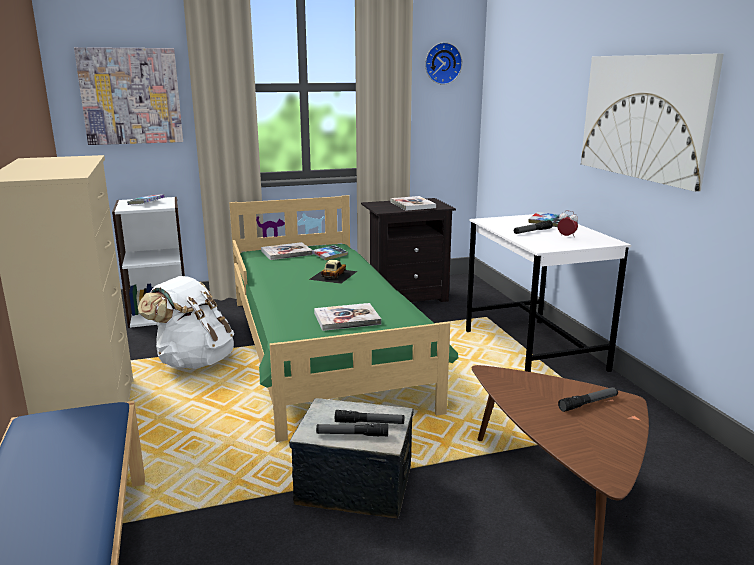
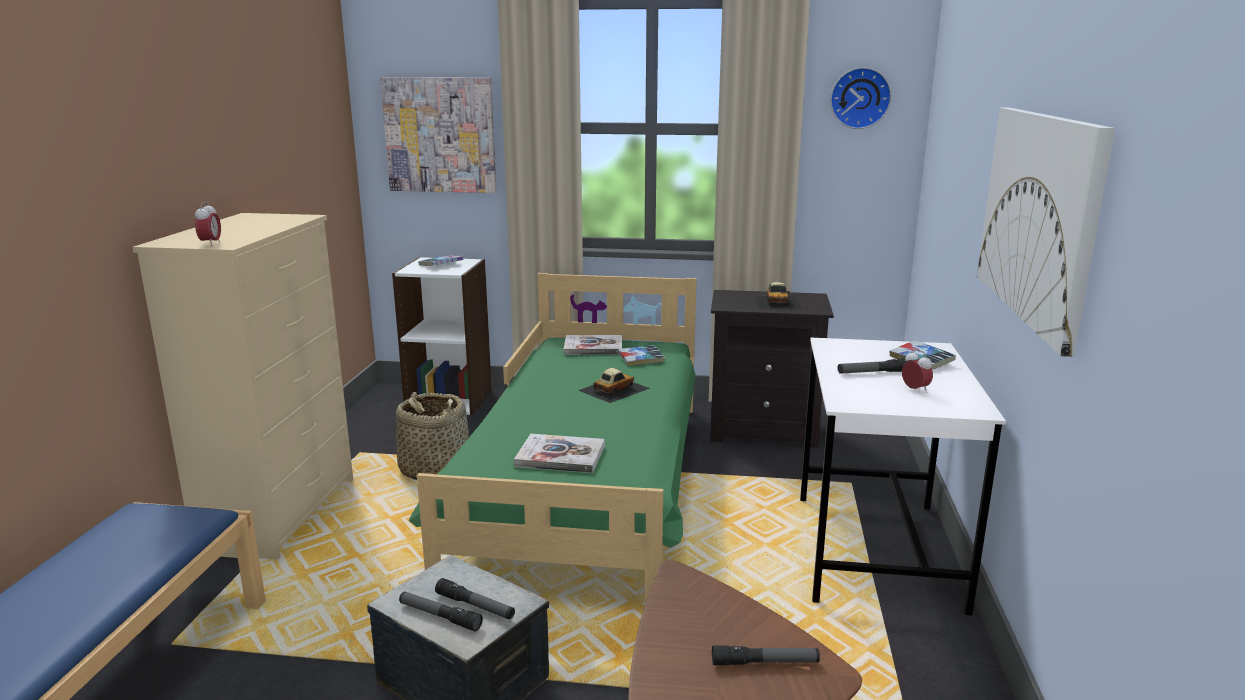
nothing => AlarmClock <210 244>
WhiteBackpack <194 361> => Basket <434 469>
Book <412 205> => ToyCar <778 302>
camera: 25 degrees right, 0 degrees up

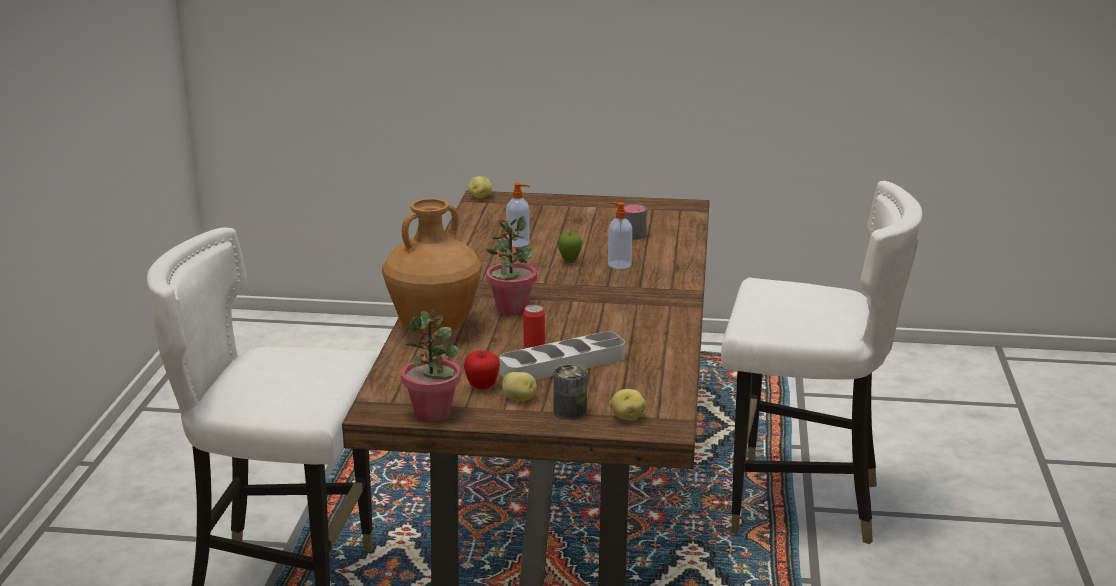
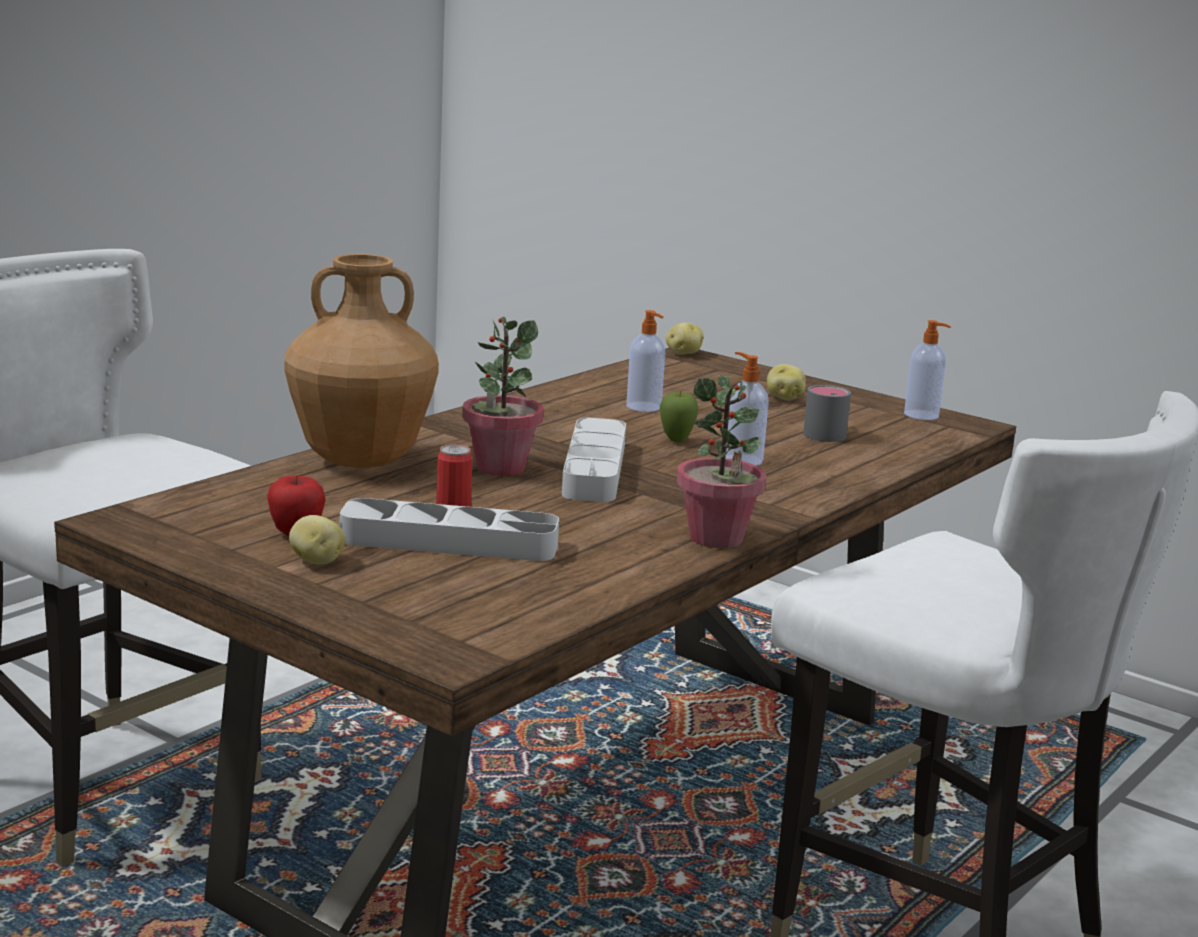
Can <570 411> => nothing
nothing => GreyTray <594 469>
nothing => SoapDispenser <922 415>
PottedPlant <433 413> => PottedPlant <717 538>, moved
Potato <627 417> => Potato <784 398>, moved
camera: 30 degrees right, 5 degrees down

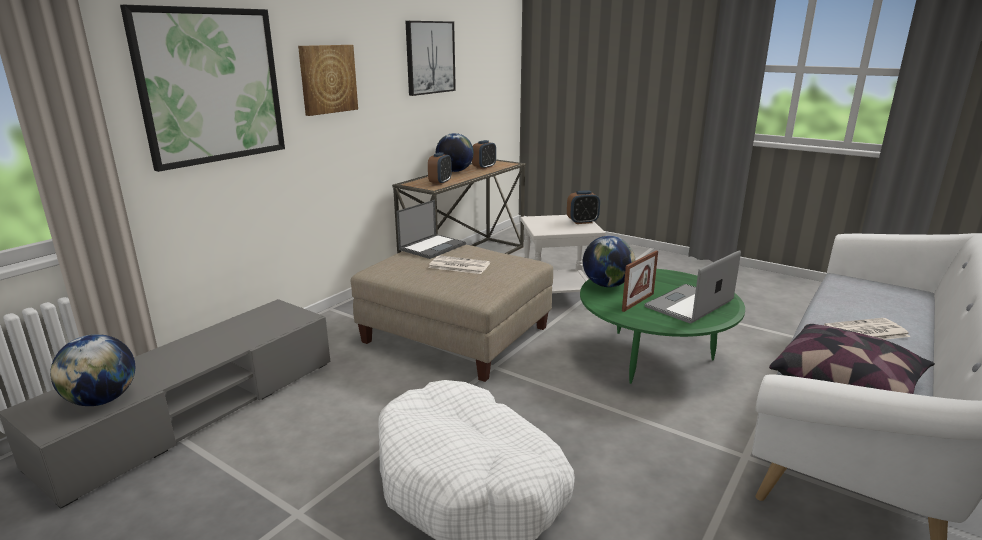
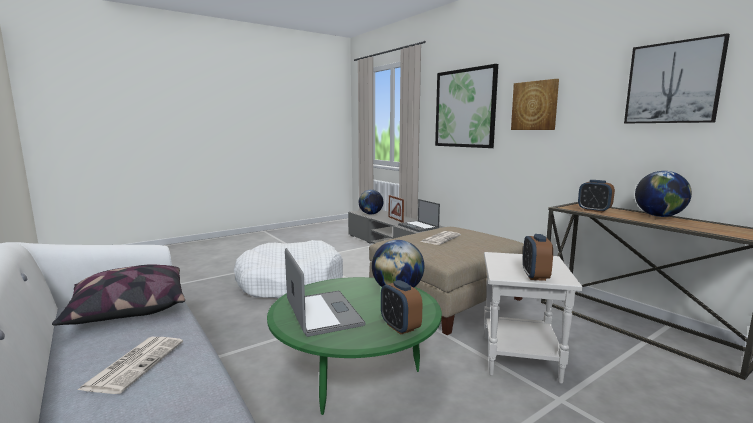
Laptop <433 246> => Laptop <418 227>, moved
AlarmClock <484 167> => AlarmClock <400 327>, moved
PictureFrame <638 302> => PictureFrame <395 219>, moved
camera: 110 degrees right, 10 degrees down

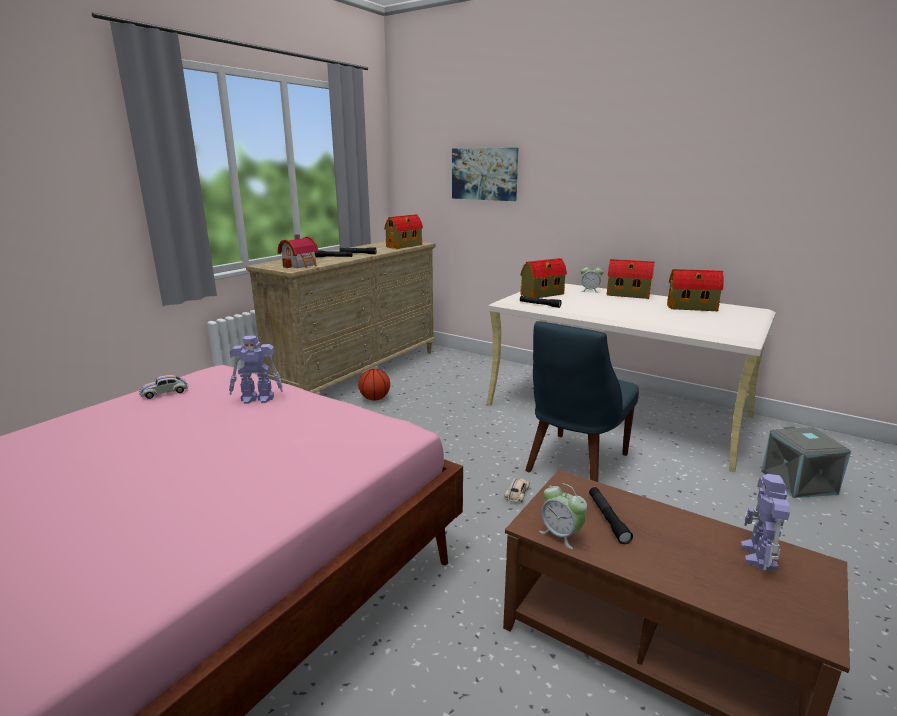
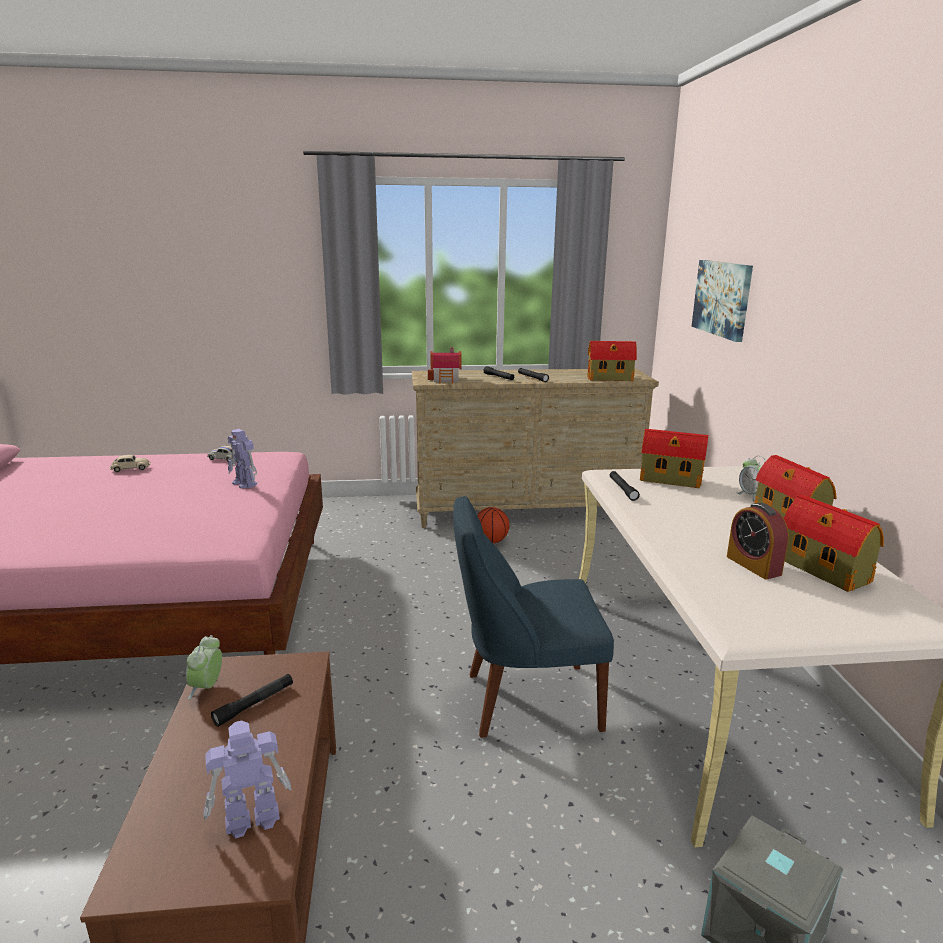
nothing => AlarmClock <753 565>
BeigeToyCar <517 493> => BeigeToyCar <130 468>, moved
camera: 50 degrees right, 0 degrees up

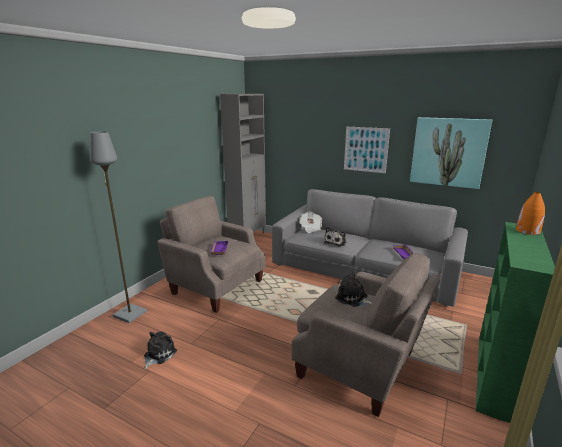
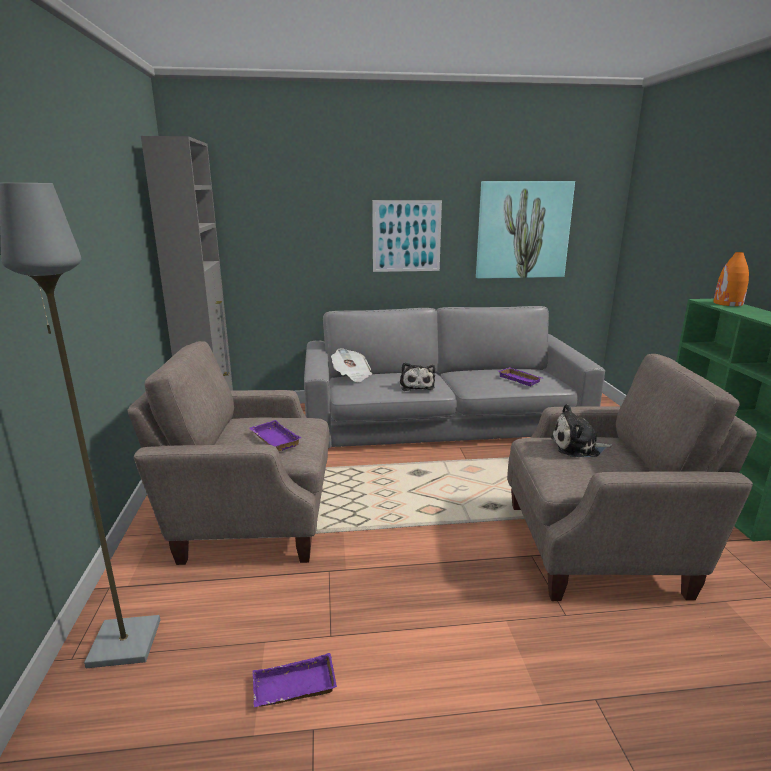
PlushToy <158 354> => PurpleTray <293 689>
camera: 35 degrees left, 0 degrees up

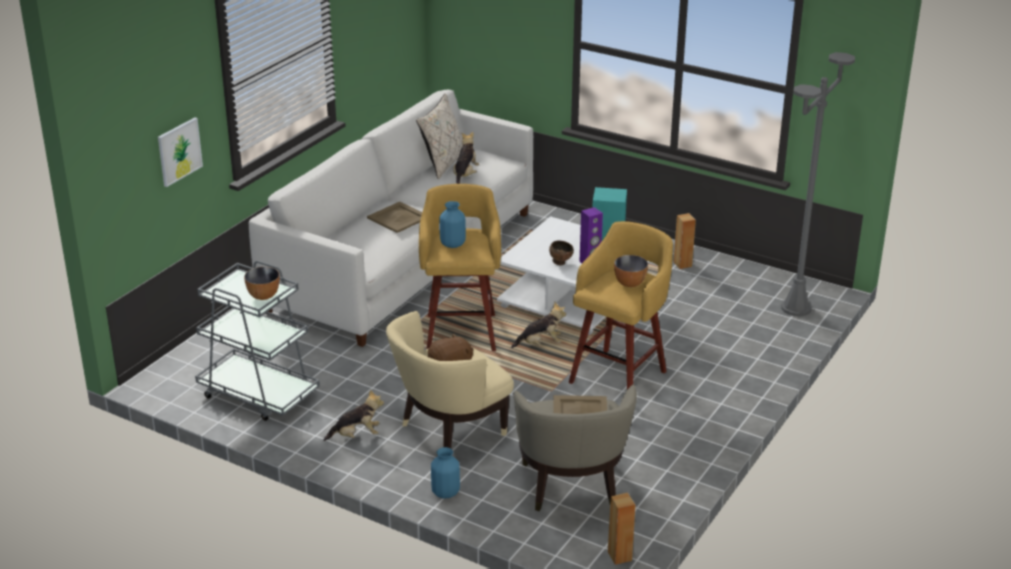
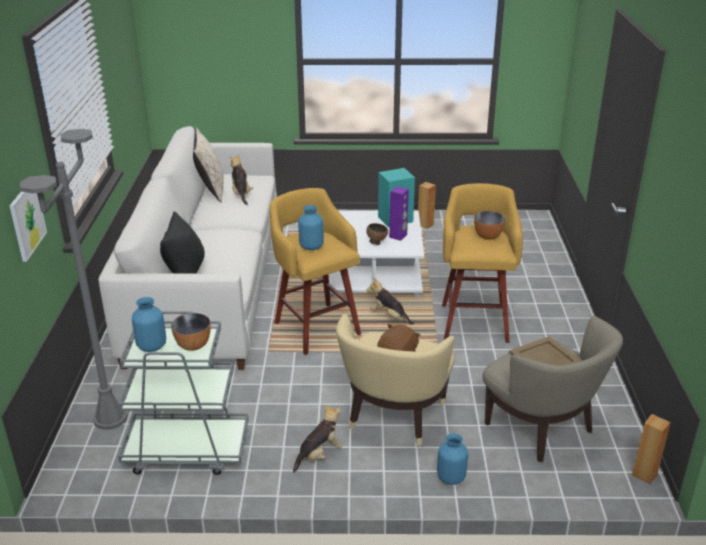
BeigeTray <397 218> => nothing
nothing => BlueVase <151 346>
nothing => BlackPillow <185 272>
GreyFloorLamp <795 308> => GreyFloorLamp <110 418>, moved
PlushToy <540 344> => PlushToy <389 316>, 105 degrees counterclockwise
camera: 30 degrees left, 0 degrees up

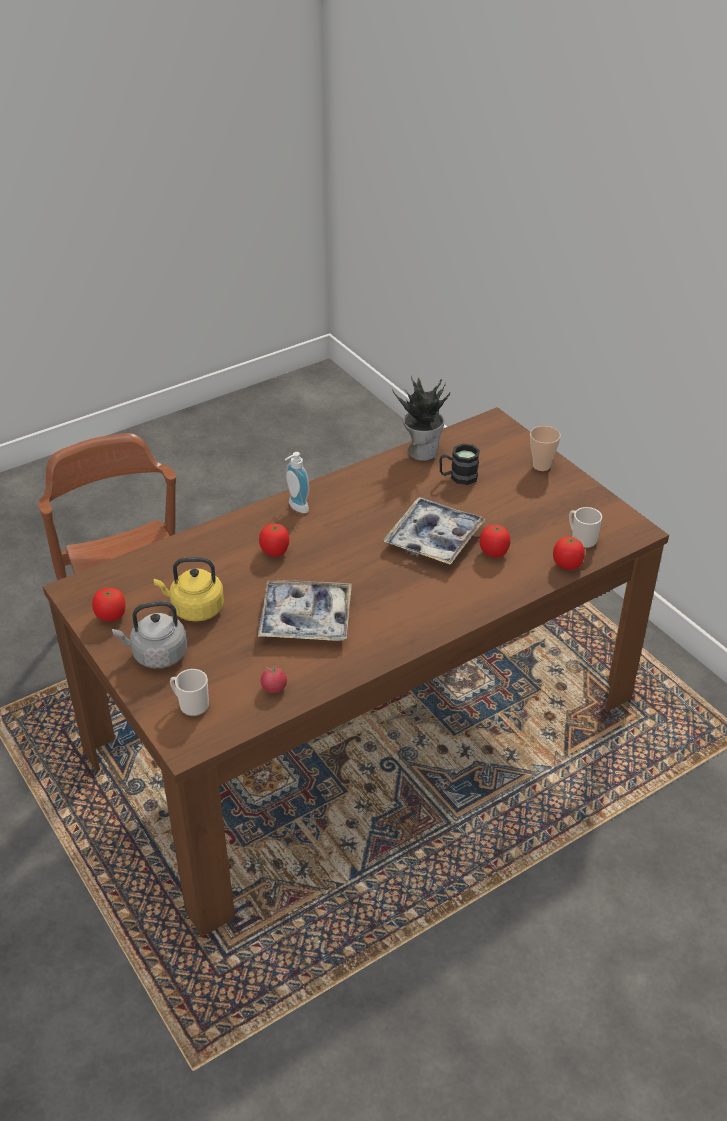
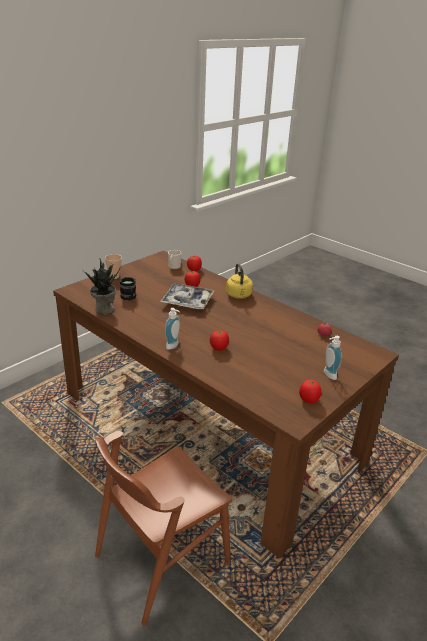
Mug <191 705> => nothing
Tray <305 618> => nothing
YellowKettle <194 609> => YellowKettle <239 295>, moved
GreyKettle <157 655> => SoapDispenser <328 375>
camera: 105 degrees left, 10 degrees down

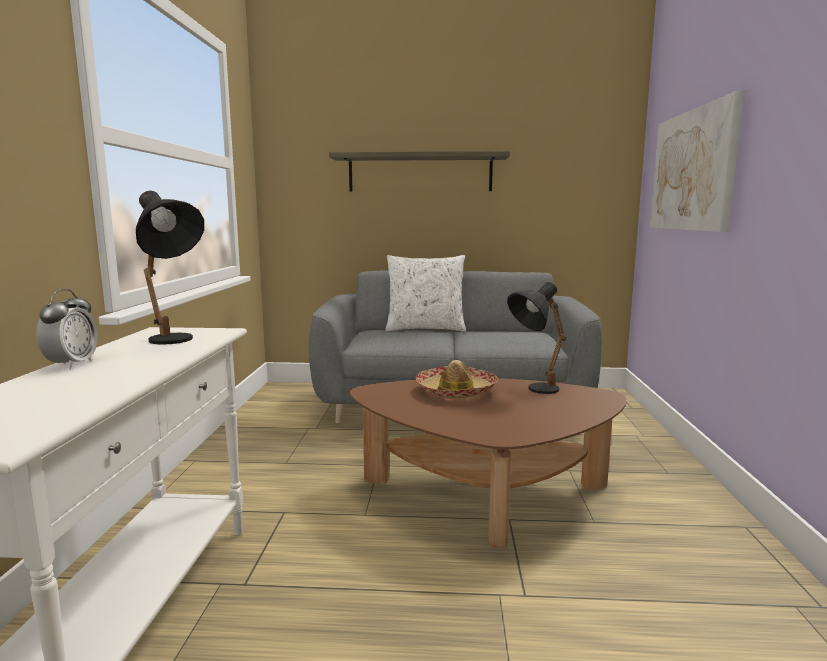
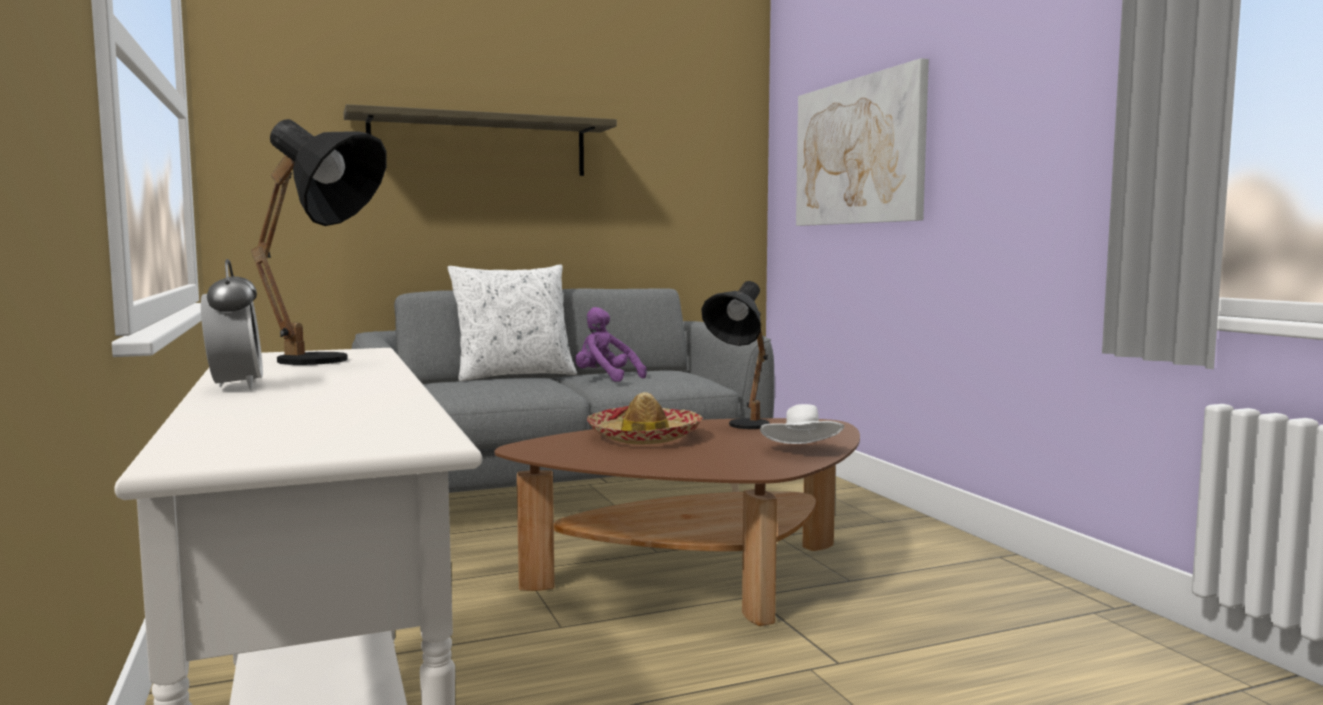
nothing => PurplePlushToy <605 379>
nothing => WhiteHat <802 452>
camera: 25 degrees left, 5 degrees down

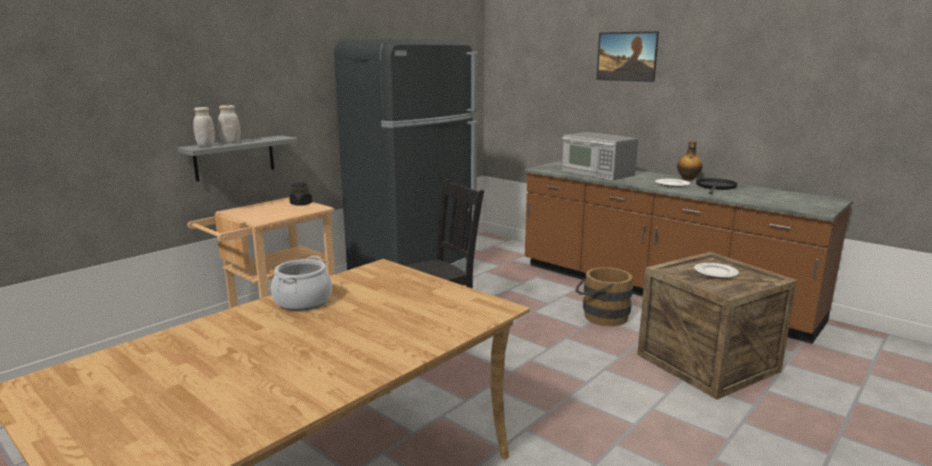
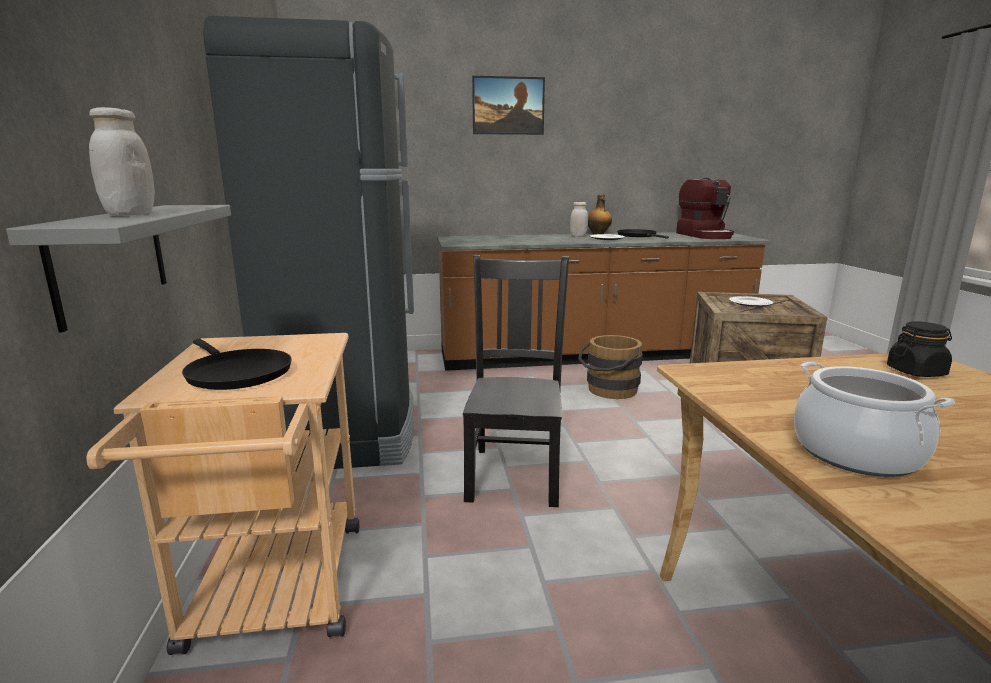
Microwave <597 173> => nothing
nothing => BlackFryingPan <236 373>
nothing => CoffeeMachine <705 235>
WhiteJar <206 146> => WhiteJar <578 236>, moved
BlackJar <301 204> => BlackJar <916 372>, moved
camera: 50 degrees left, 0 degrees up

